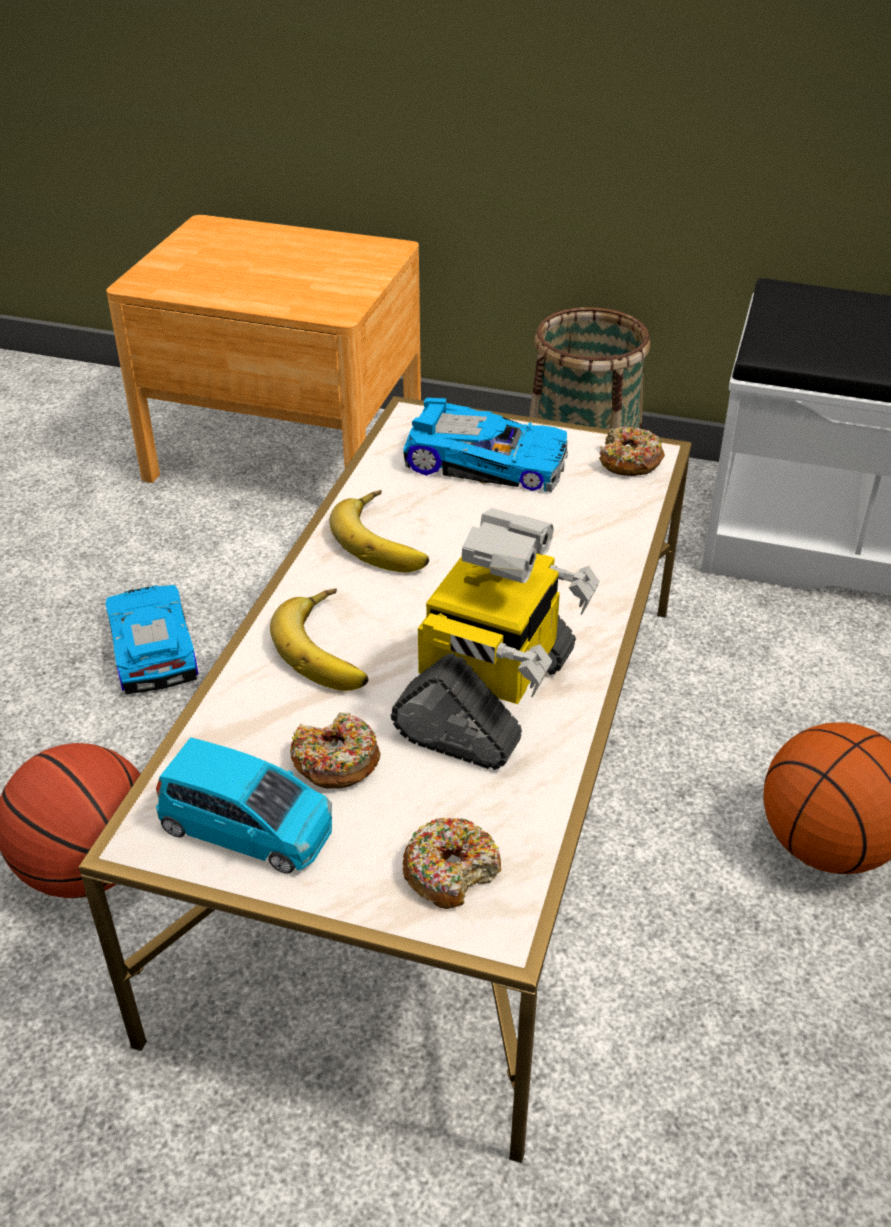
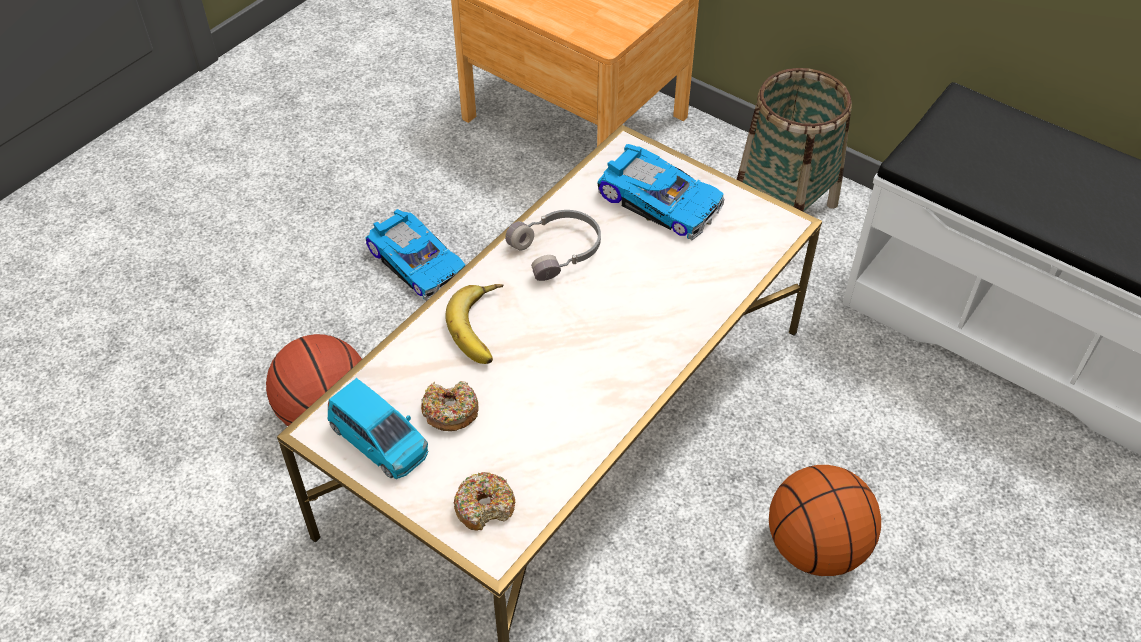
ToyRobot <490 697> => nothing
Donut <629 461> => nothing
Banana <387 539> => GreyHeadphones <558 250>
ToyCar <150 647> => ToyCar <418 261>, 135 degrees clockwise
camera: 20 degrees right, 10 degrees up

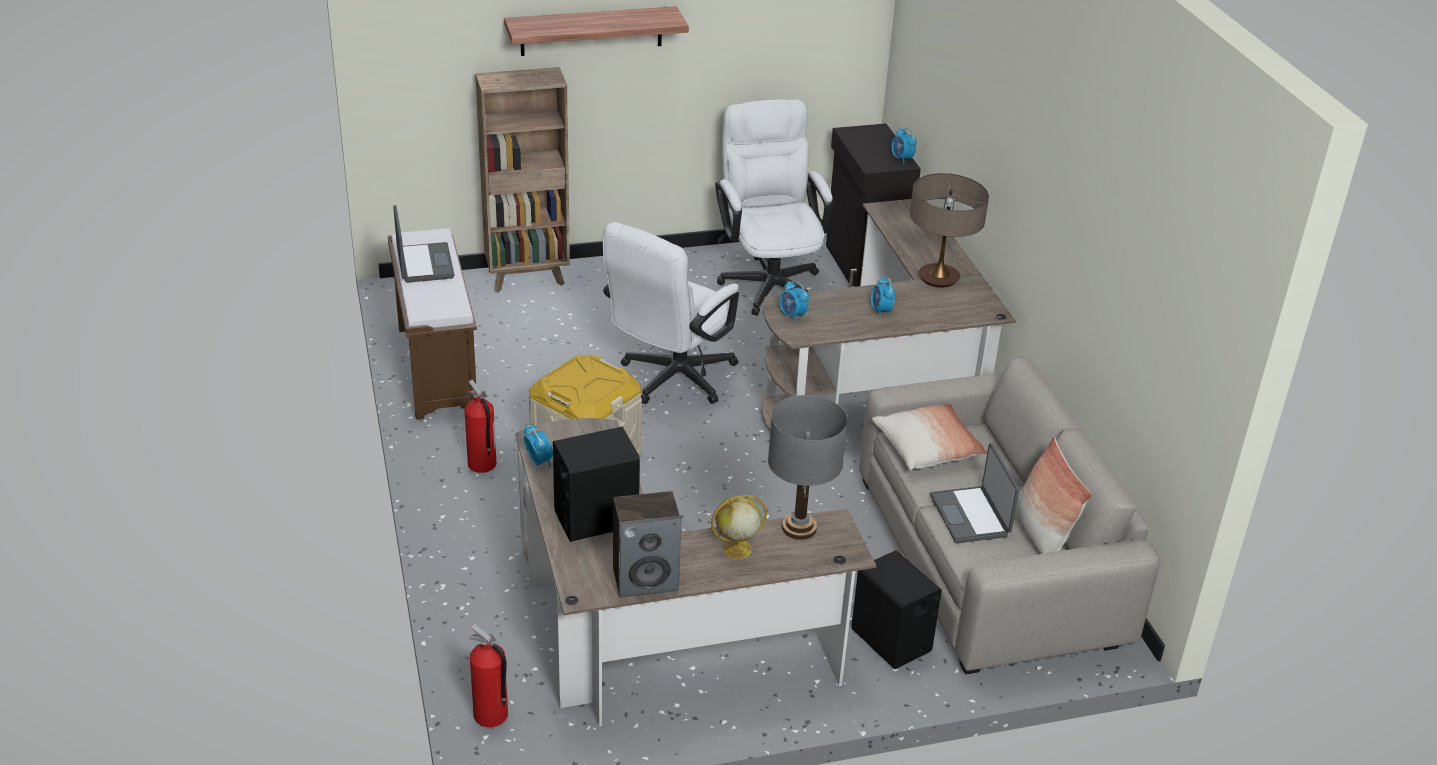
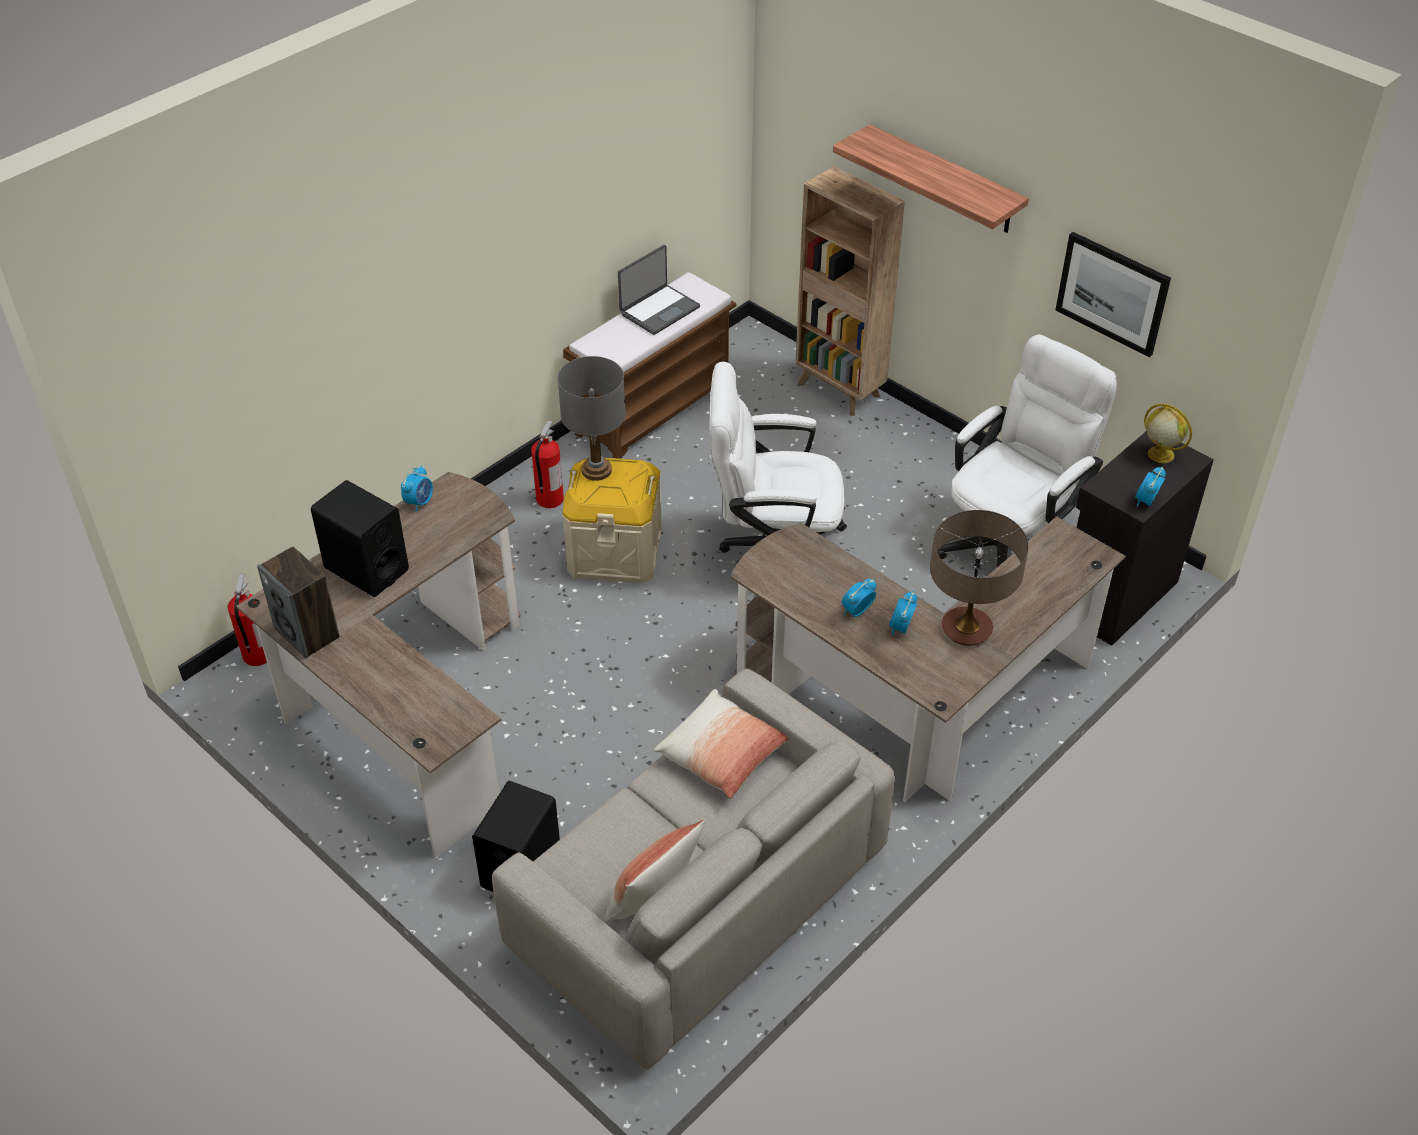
Laptop <971 516> => nothing
nothing => Picture <1112 293>
Globe <736 549> => Globe <1160 454>, moved
GreyTableLamp <799 528> => GreyTableLamp <596 470>, moved
AlarmClock <792 315> => AlarmClock <901 627>, moved
camera: 60 degrees right, 10 degrees up

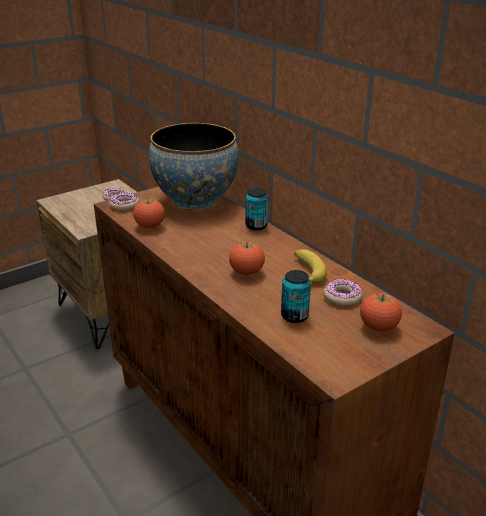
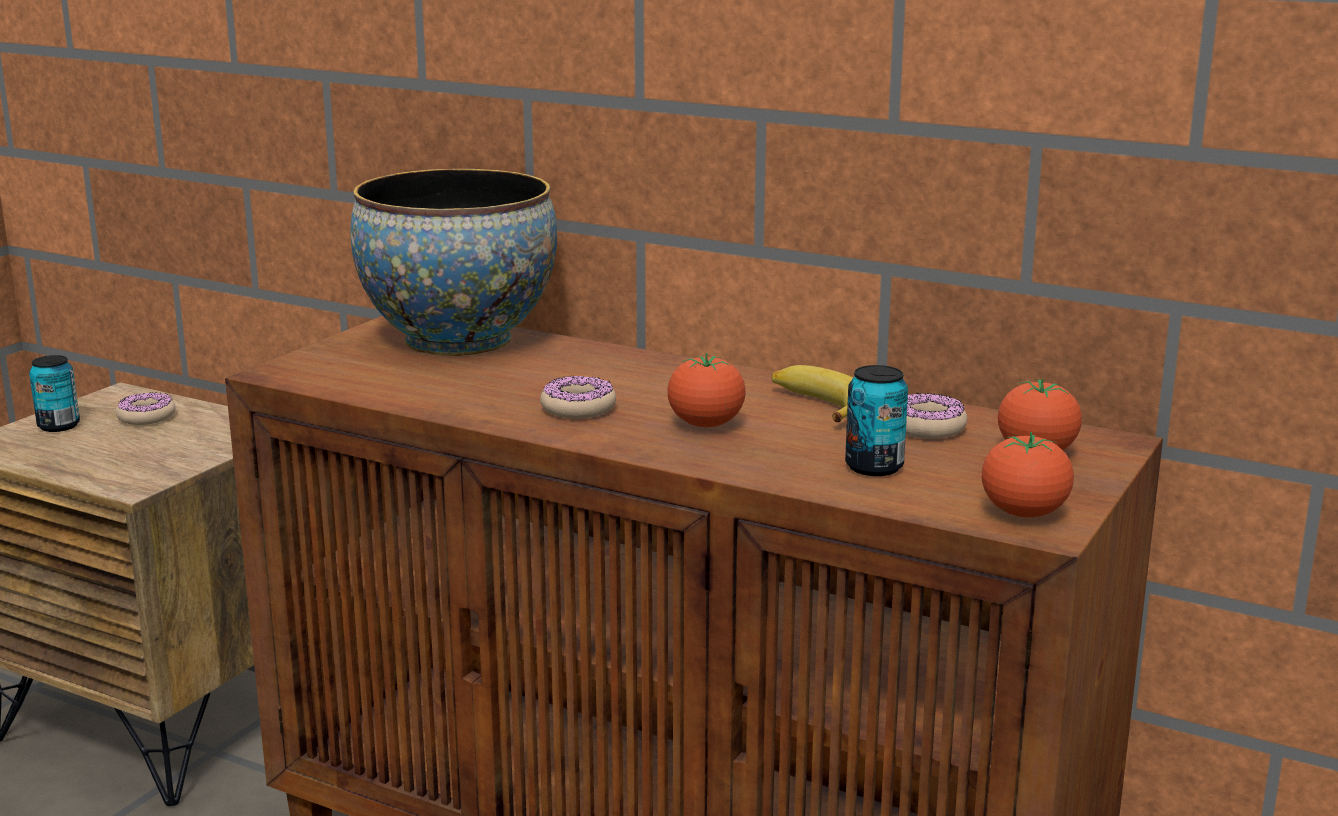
Donut <124 205> => Donut <578 408>, moved
Tomato <150 226> => Tomato <1024 514>, moved
Can <256 226> => Can <59 426>, moved
camera: 25 degrees left, 10 degrees down

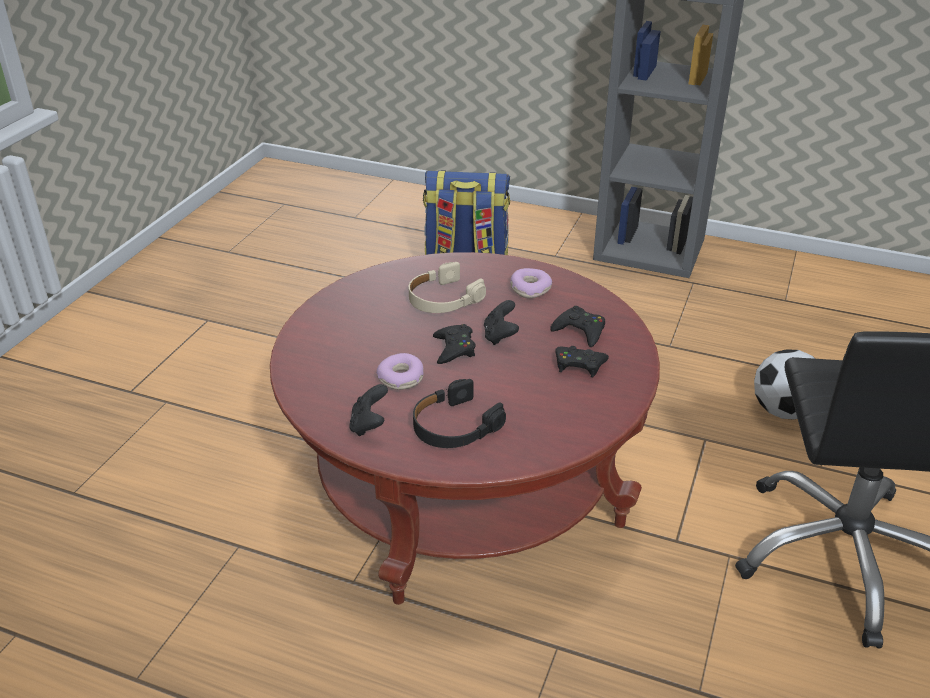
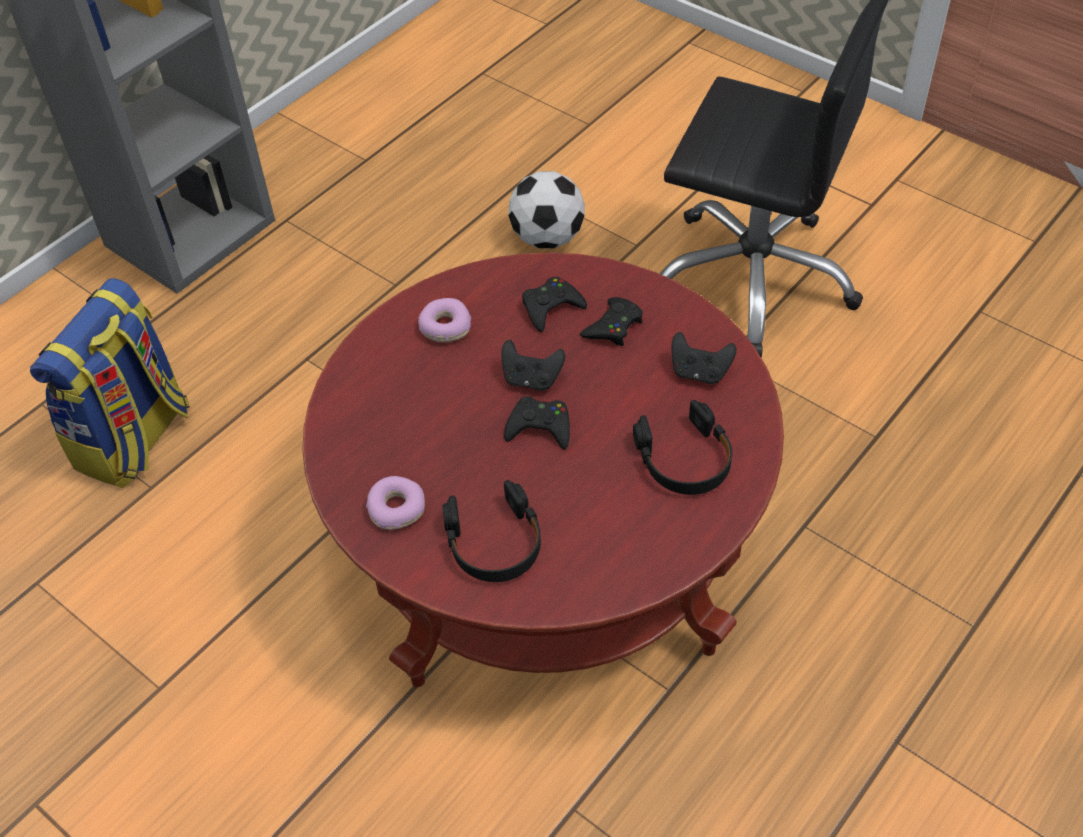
BeigeHeadphones <443 299> => nothing
nothing => BlackHeadphones <494 543>
BlackGameController <369 425> => BlackGameController <699 372>, moved
Donut <401 378> => Donut <397 508>, moved
camera: 70 degrees left, 15 degrees up

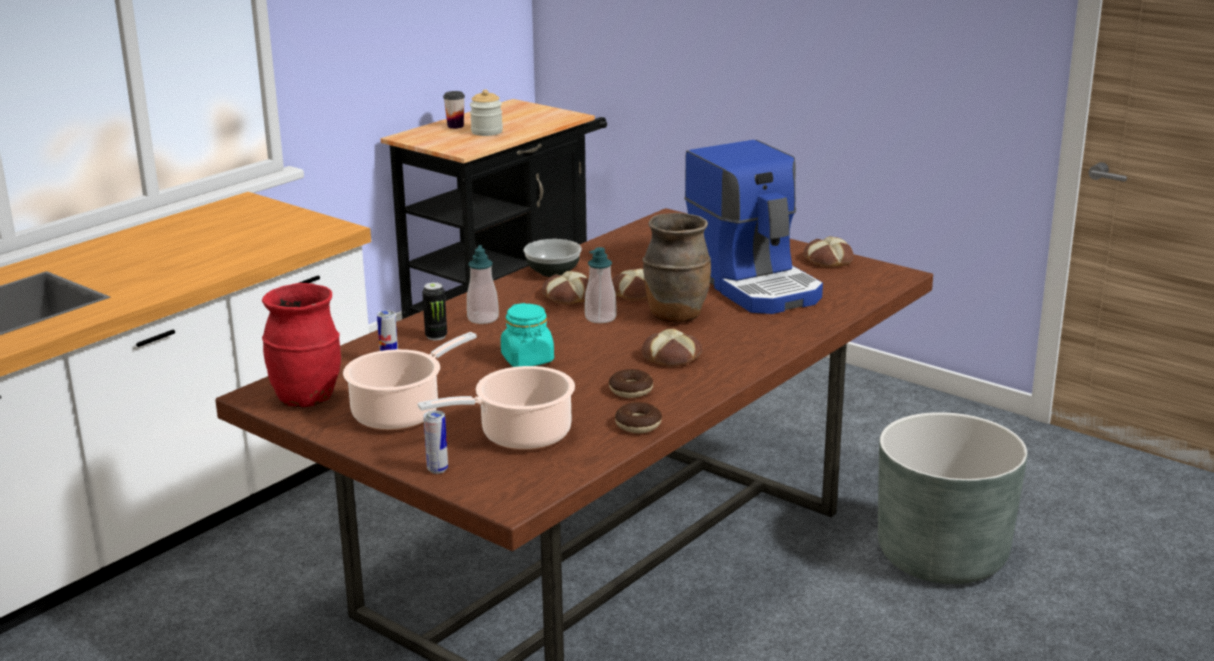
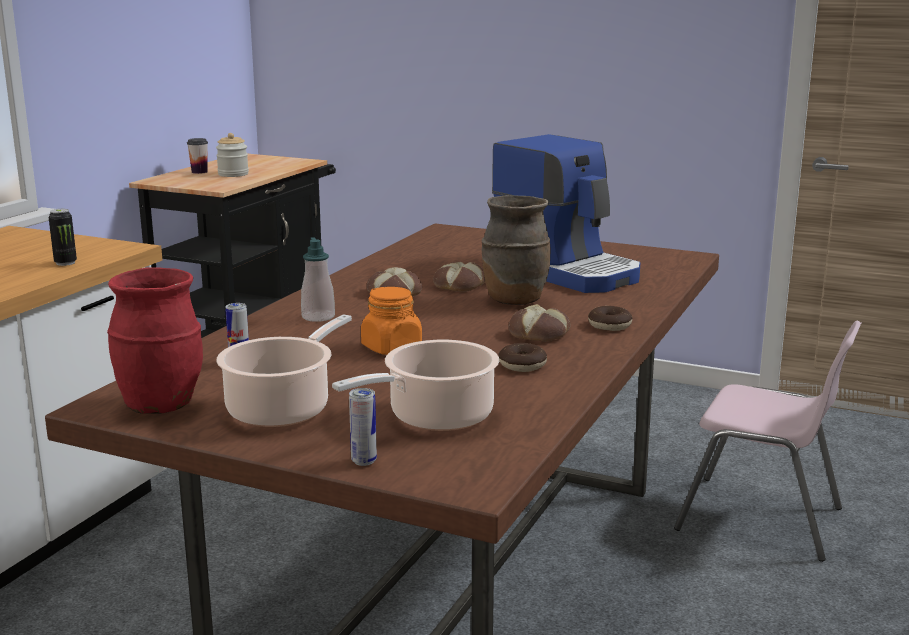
Bowl <552 272> => nothing
SoapDispenser <600 318> => nothing
Bread <827 260> => nothing
Can <436 336> => Can <65 263>, moved
Donut <638 425> => Donut <609 325>, moved
GreyPlanter <942 556> => PinkChair <762 519>
TurquoiseJar <527 360> => OrangeJar <392 348>
camera: 15 degrees left, 5 degrees down

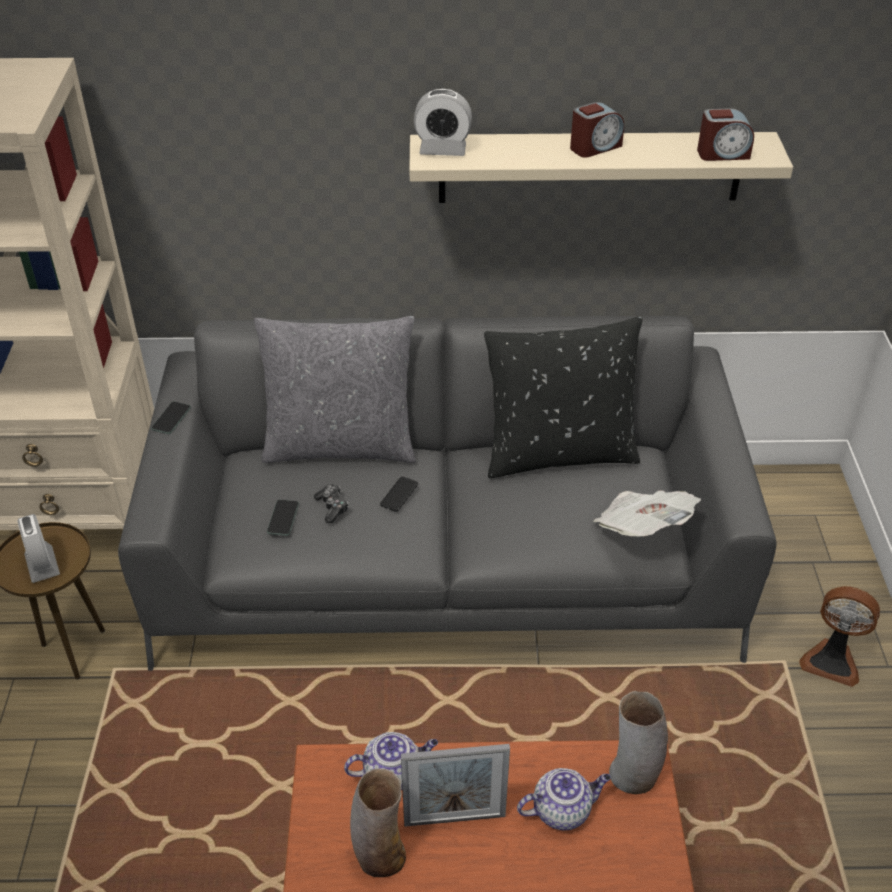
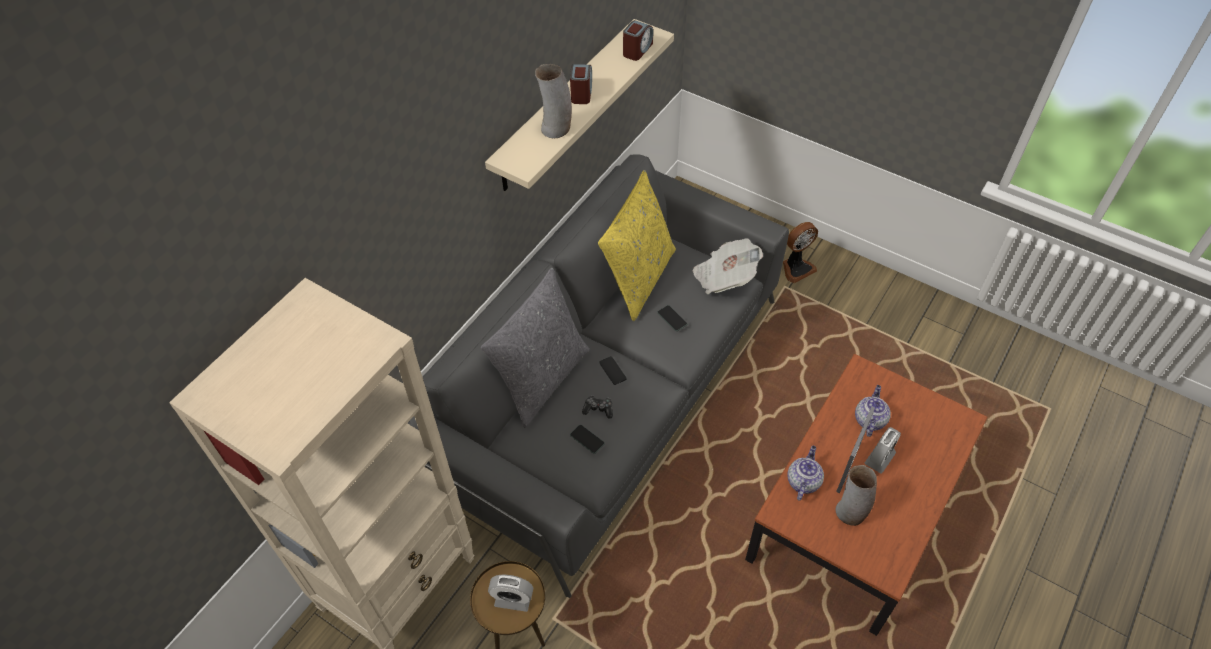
Phone <171 418> => Phone <672 318>, moved
AlarmClock <442 150> => AlarmClock <880 458>, moved
Vase <633 776> => Vase <556 129>, moved
BlackPillow <559 452> => YellowPillow <638 278>
camera: 55 degrees left, 10 degrees up

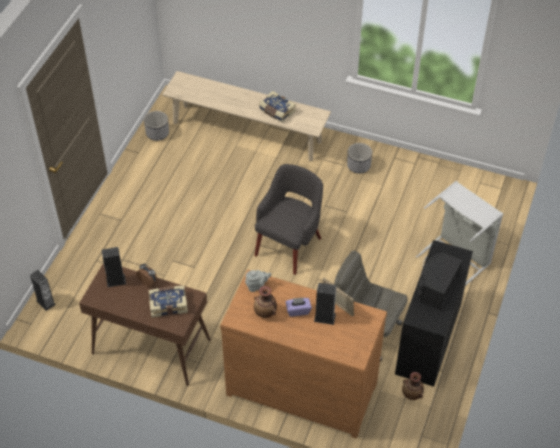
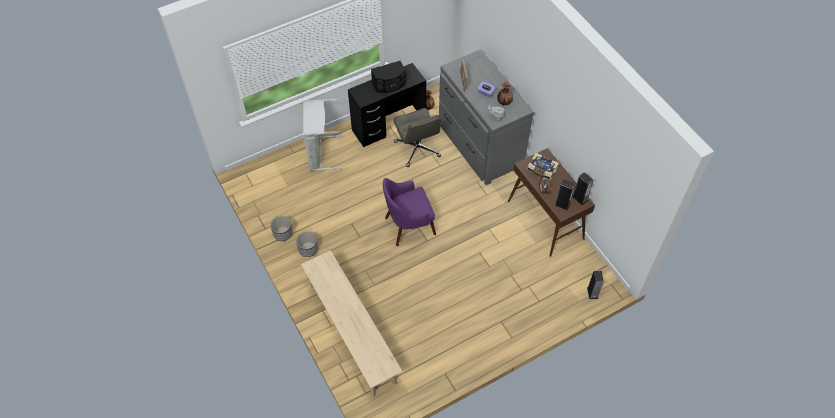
Book <276 111> => nothing
Planter <157 133> => Planter <283 234>, moved
Speaker <324 317> => Speaker <580 198>, moved
BrownDresser <302 386> => GreyDresser <479 146>
GreyArmchair <289 245> => PurpleArmchair <409 226>
camera: 140 degrees left, 5 degrees up

